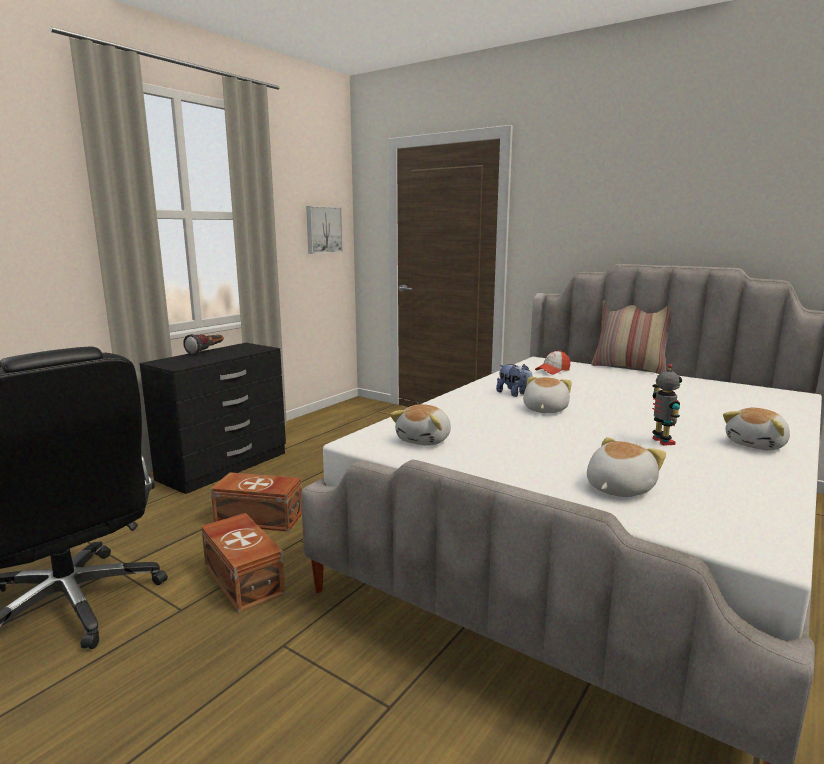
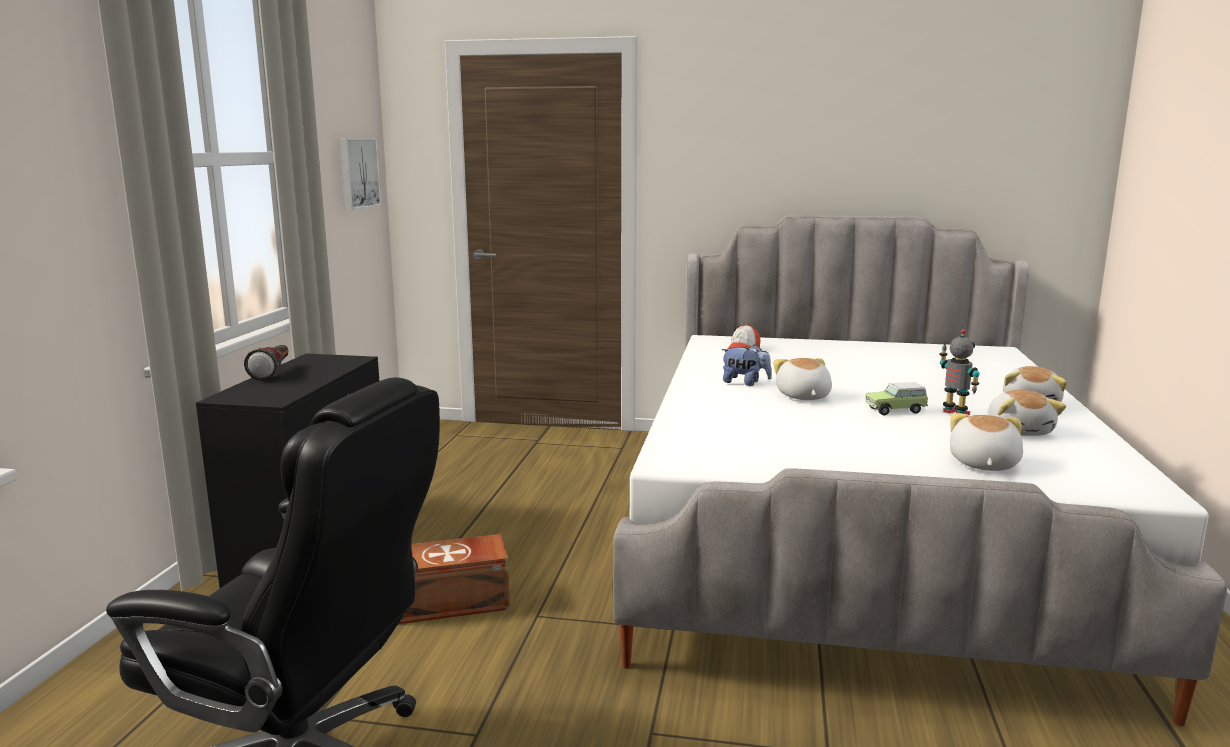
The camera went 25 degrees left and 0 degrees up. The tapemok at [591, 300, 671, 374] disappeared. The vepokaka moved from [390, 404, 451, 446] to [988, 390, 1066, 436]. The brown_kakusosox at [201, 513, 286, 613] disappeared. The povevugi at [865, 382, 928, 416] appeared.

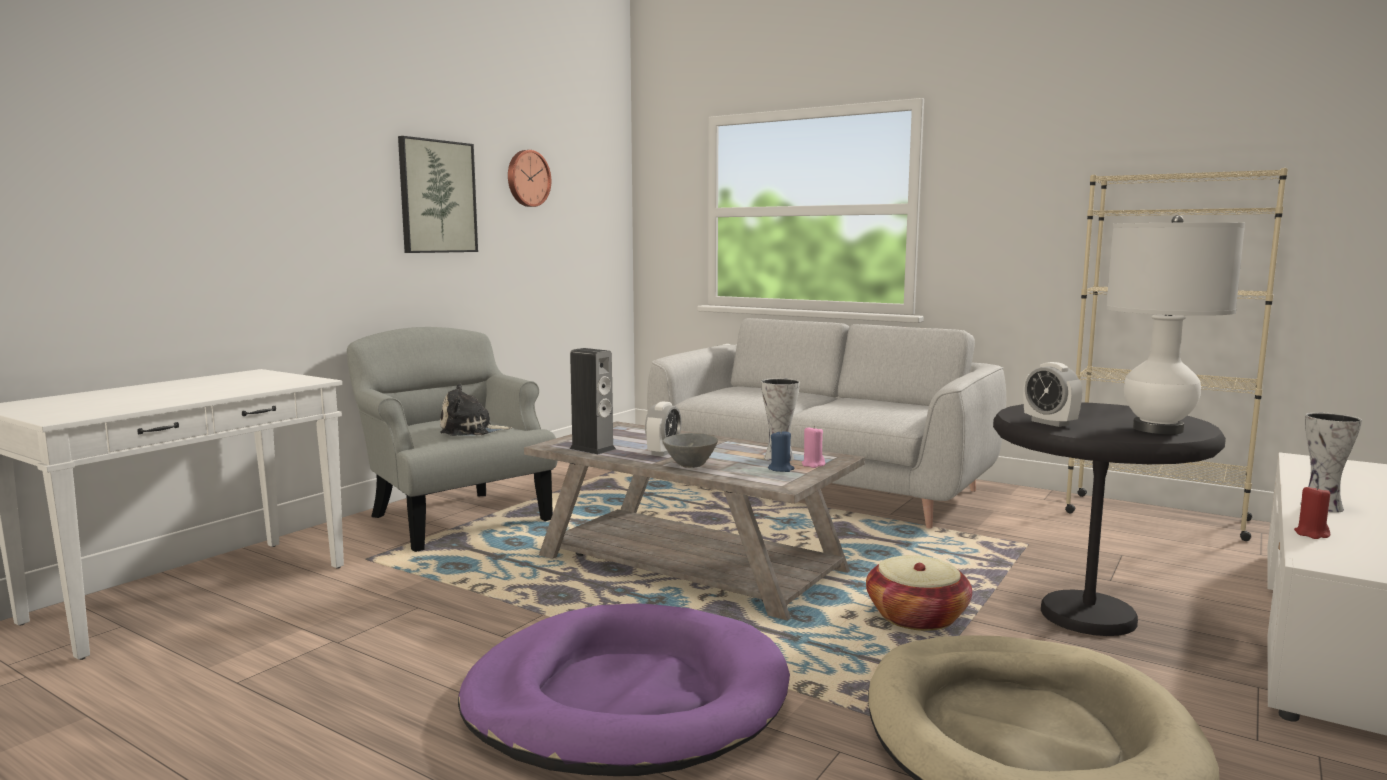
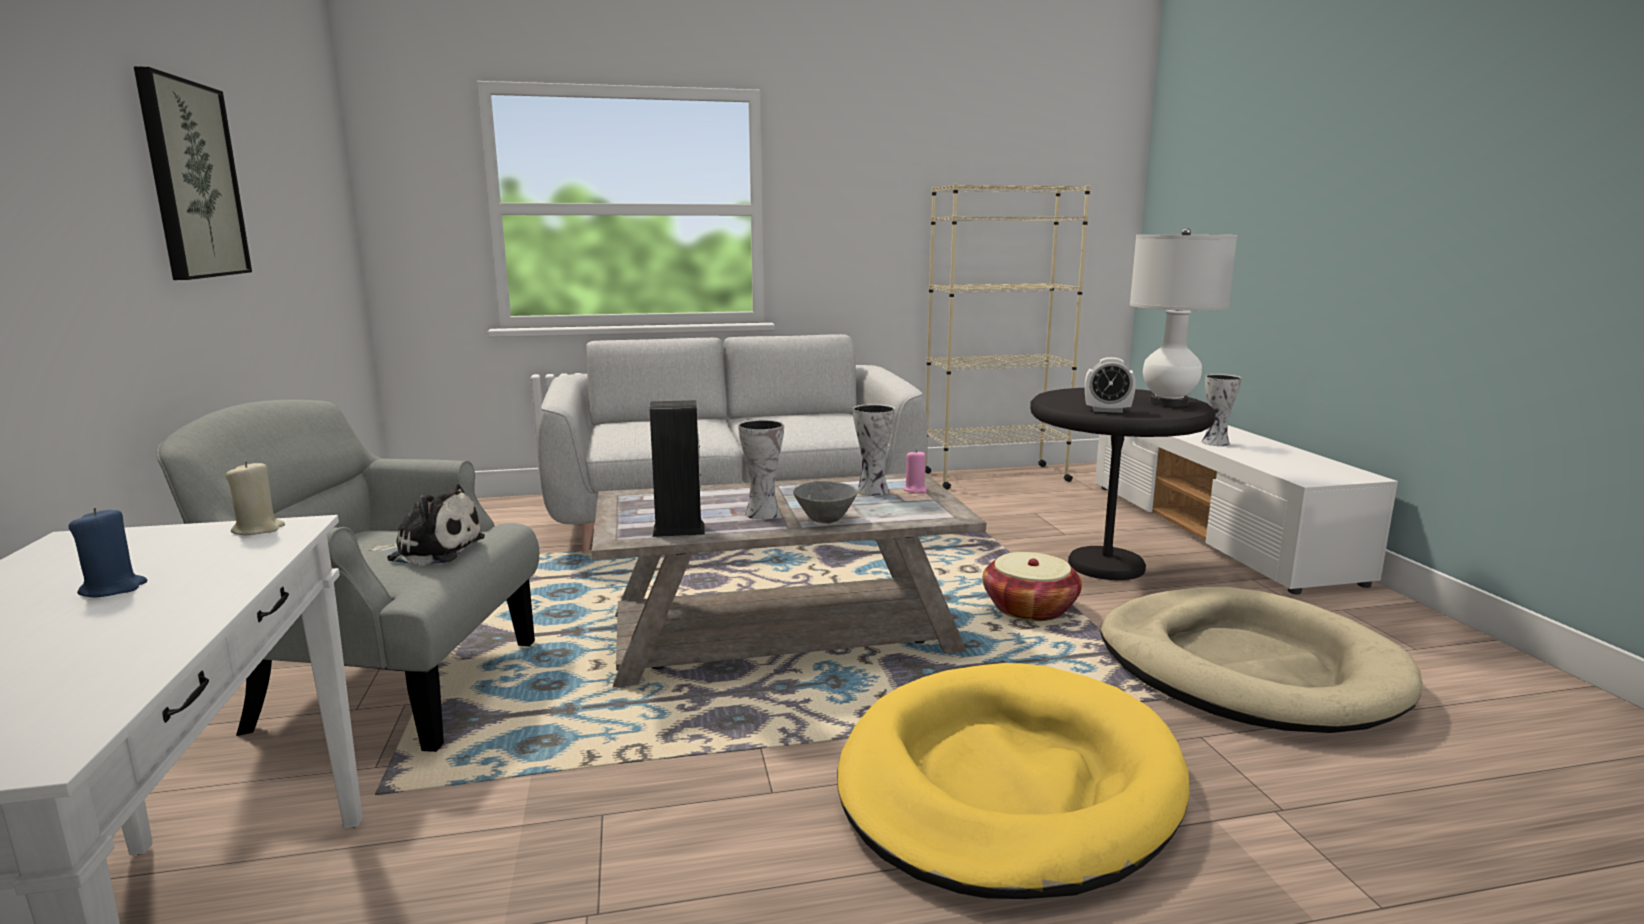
The camera went 45 degrees left and 5 degrees up. The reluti at [508, 150, 551, 207] disappeared. The vepokaka at [440, 384, 512, 436] turned 120 degrees counterclockwise. The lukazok at [645, 401, 681, 456] was replaced by the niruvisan at [738, 419, 784, 520]. The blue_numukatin moved from [768, 429, 794, 472] to [68, 508, 147, 597]. The red_numukatin at [1294, 485, 1330, 539] disappeared. The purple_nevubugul at [458, 603, 790, 776] became the yellow_nevubugul at [837, 663, 1190, 899]. The beige_numukatin at [225, 461, 285, 535] appeared.

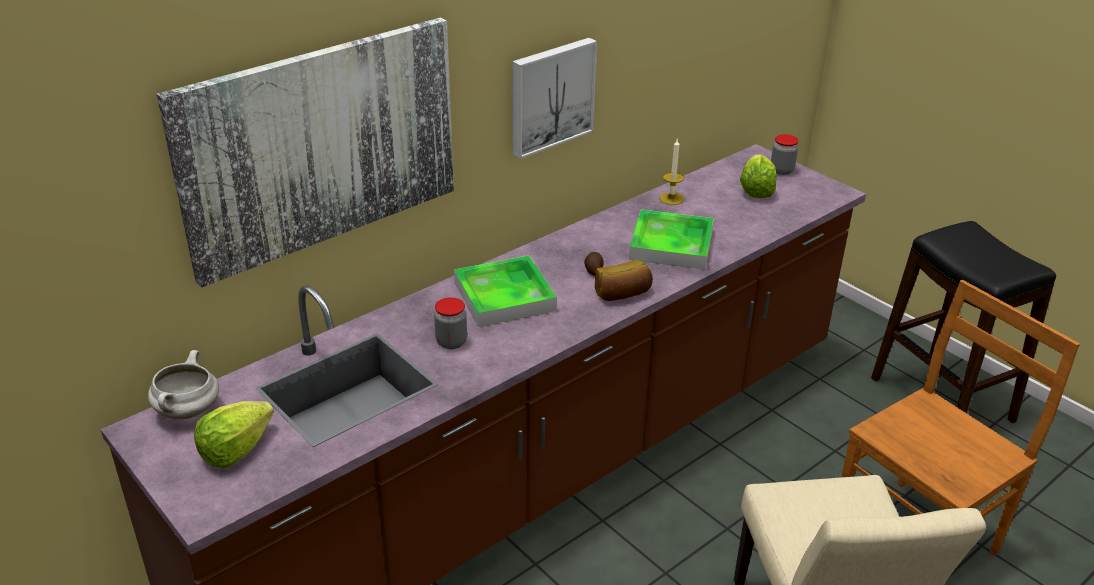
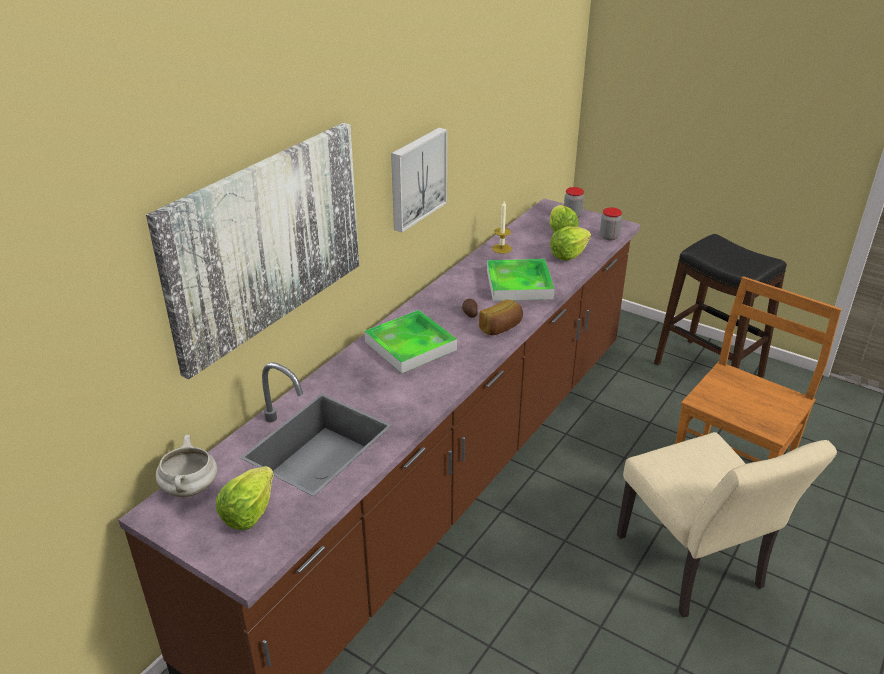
The camera went 15 degrees left and 0 degrees up. The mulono moved from [434, 297, 467, 349] to [600, 207, 622, 241]. The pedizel at [550, 227, 591, 261] appeared.

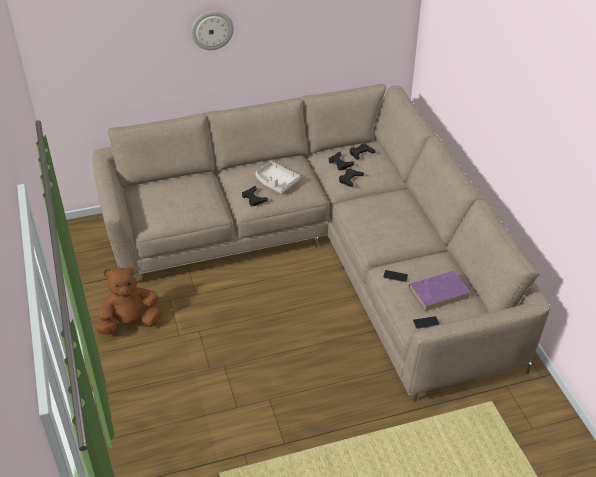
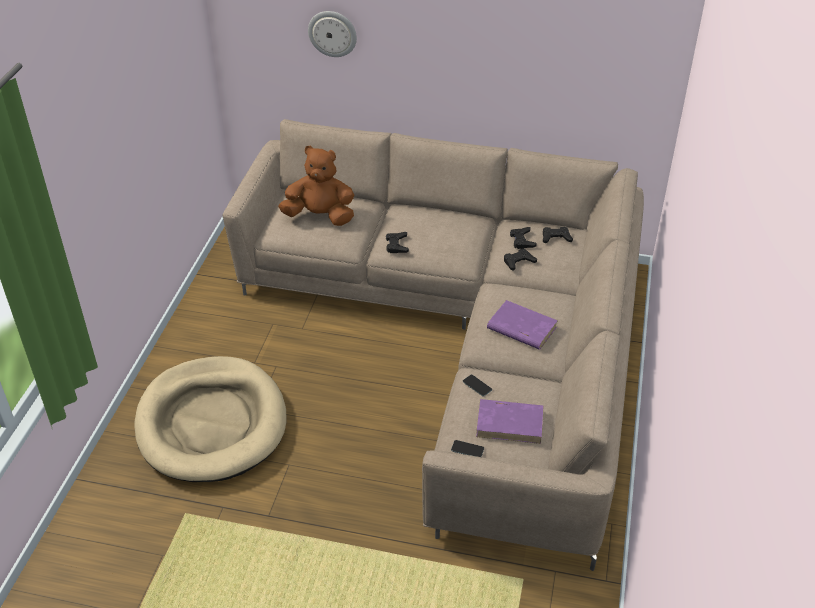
The camera went 30 degrees right and 0 degrees up. The reluti moved from [191, 11, 234, 50] to [308, 11, 357, 57]. The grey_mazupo at [256, 161, 300, 193] disappeared. The brown_vepokaka moved from [95, 266, 162, 335] to [278, 146, 354, 226]. The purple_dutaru at [487, 300, 558, 350] appeared. The beige_nevubugul at [134, 356, 287, 482] appeared.

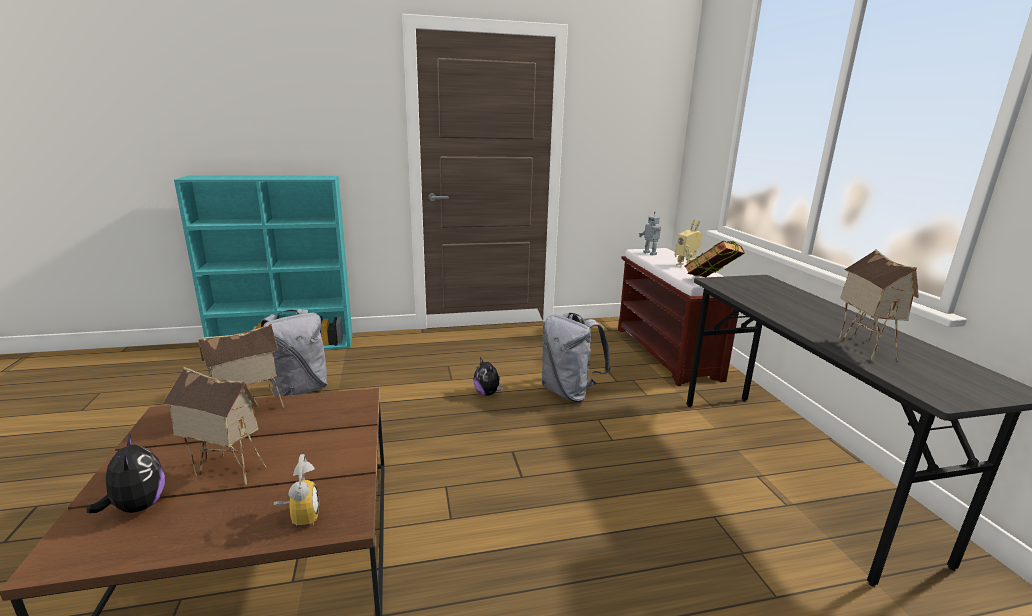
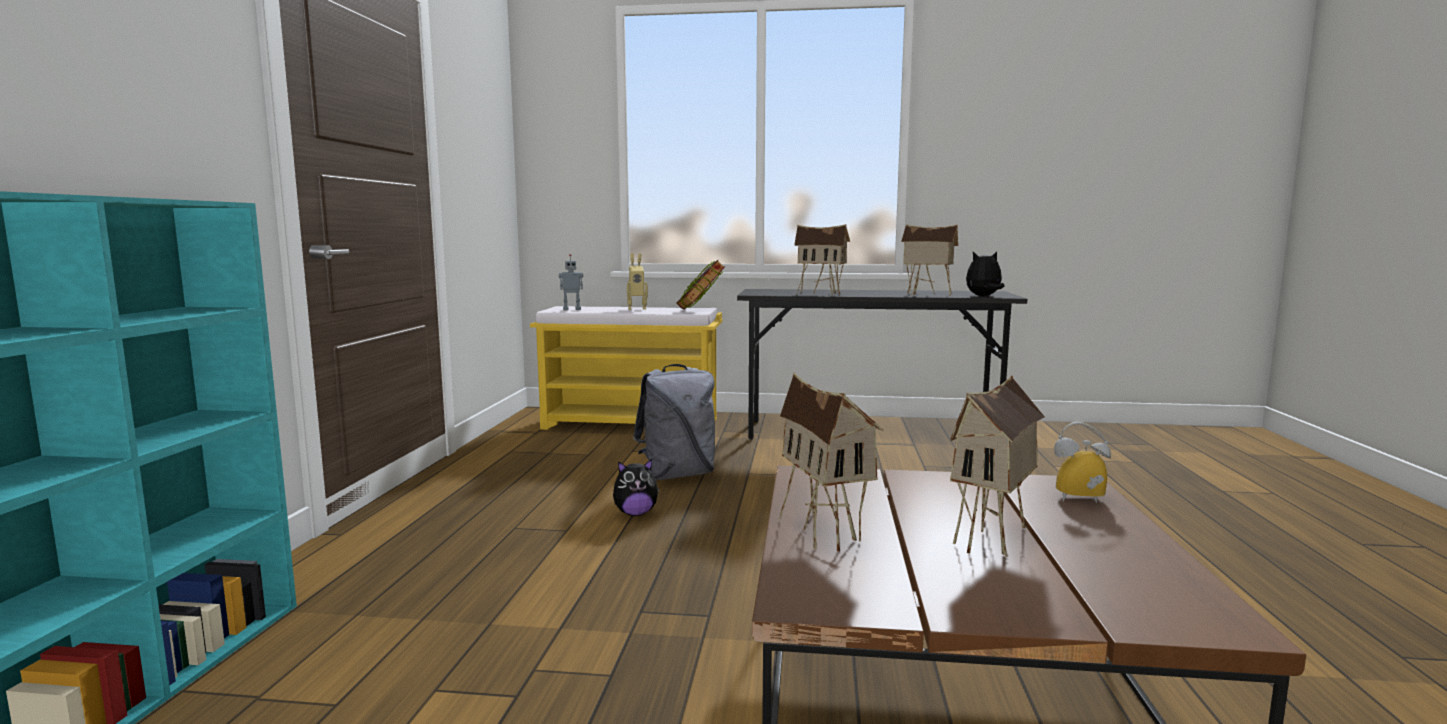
The camera went 70 degrees left and 10 degrees down. The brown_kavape at [618, 248, 738, 386] became the yellow_kavape at [530, 306, 723, 430]. The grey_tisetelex at [261, 309, 328, 396] disappeared. The vepokaka moved from [87, 433, 165, 513] to [966, 251, 1005, 296]. The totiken at [794, 224, 850, 295] appeared.

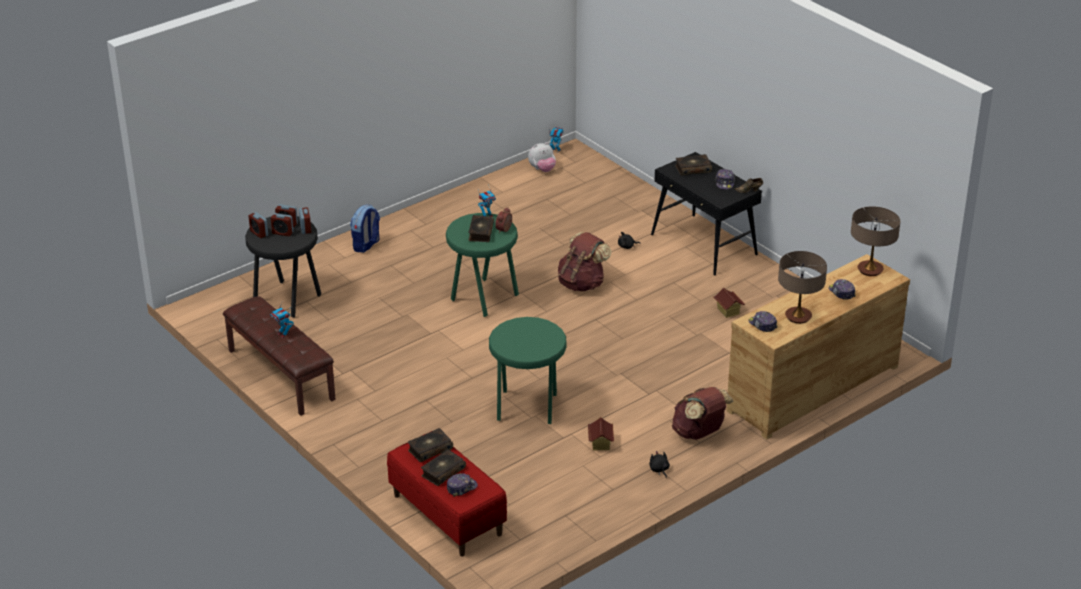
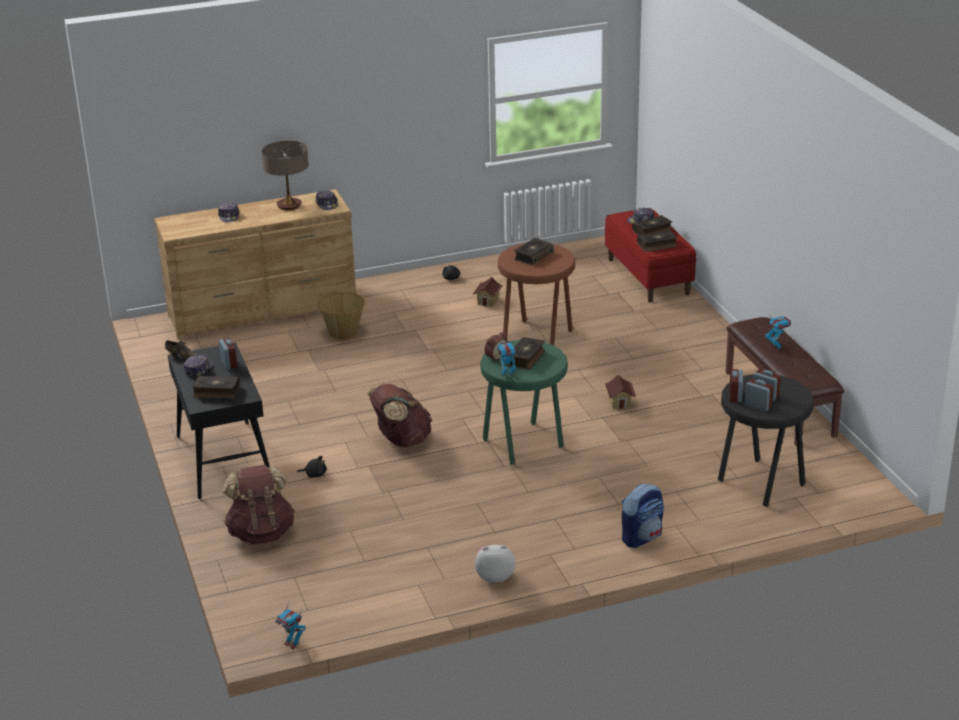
The camera went 160 degrees left and 5 degrees down. The vepokaka moved from [528, 142, 556, 172] to [475, 545, 515, 583]. The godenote at [851, 206, 900, 276] disappeared. The lukazok moved from [249, 212, 268, 238] to [219, 338, 237, 370]. The totiken moved from [713, 288, 745, 318] to [605, 375, 636, 409]. The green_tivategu at [489, 317, 567, 424] became the brown_tivategu at [498, 243, 575, 346]. The brown_tisetelex moved from [672, 387, 734, 440] to [223, 465, 295, 544]. The dutaru at [514, 238, 554, 265] appeared. The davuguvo at [317, 292, 365, 340] appeared.

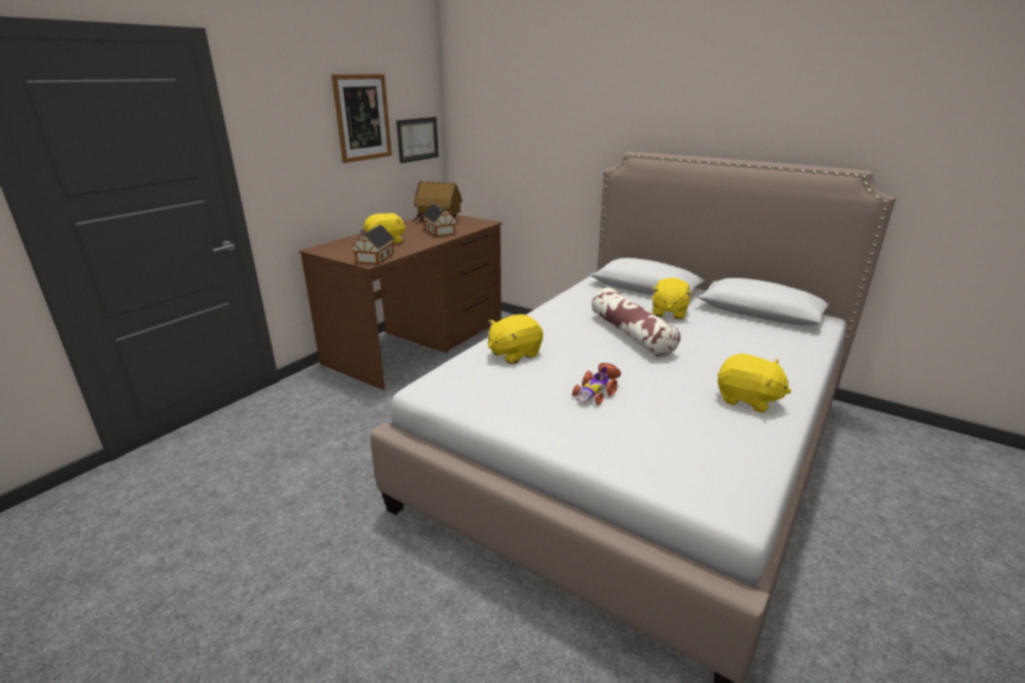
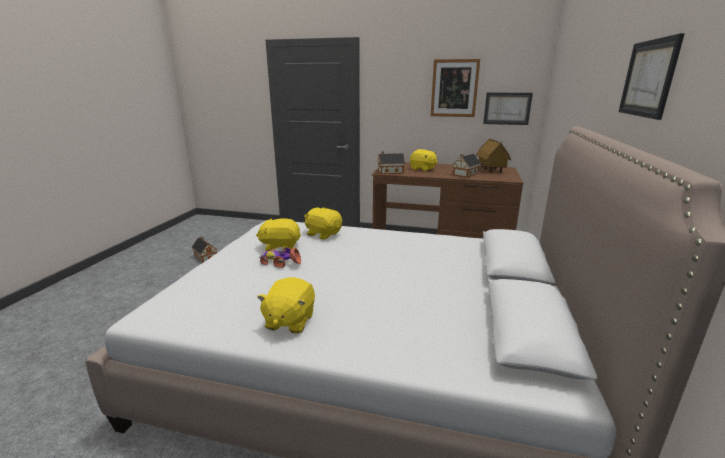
The camera went 70 degrees right and 5 degrees down. The yellow_vepokaka moved from [651, 278, 693, 319] to [256, 218, 301, 251]. The tapemok at [592, 287, 681, 358] disappeared. The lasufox at [619, 33, 685, 120] appeared. The totiken at [192, 236, 218, 262] appeared.

